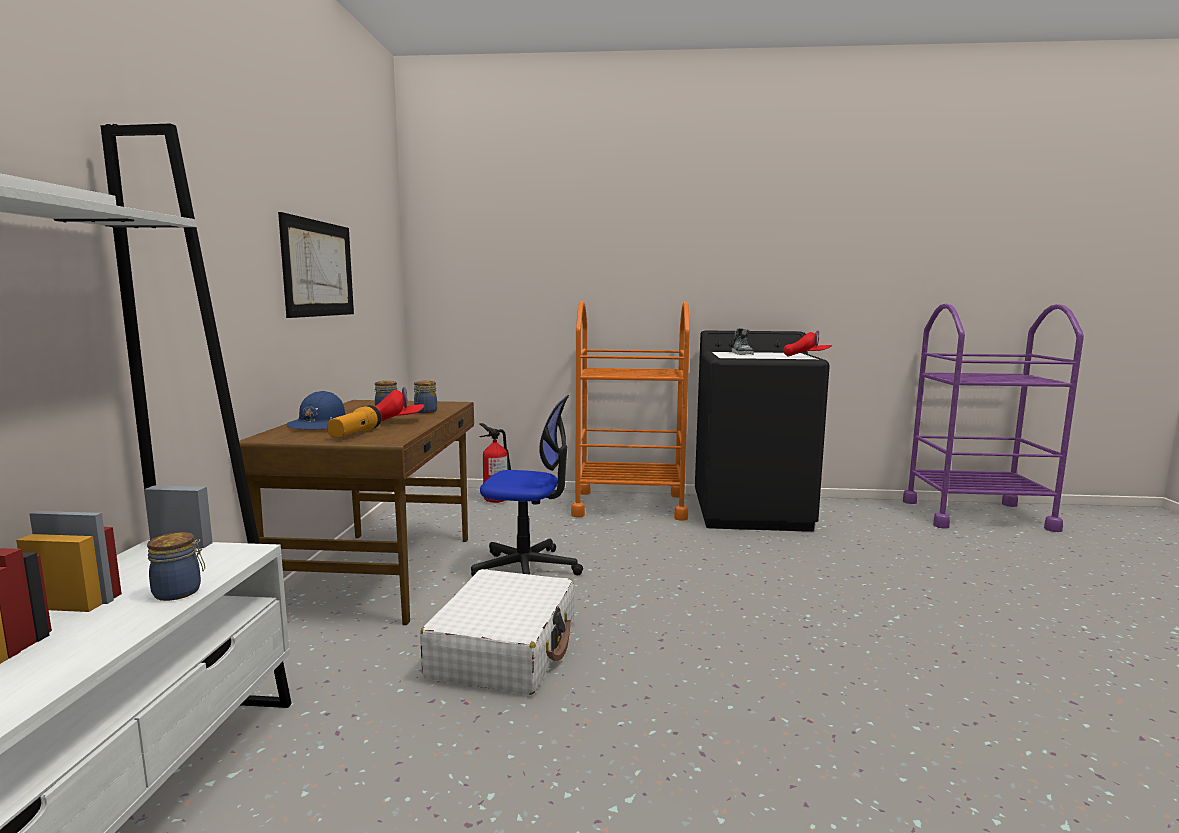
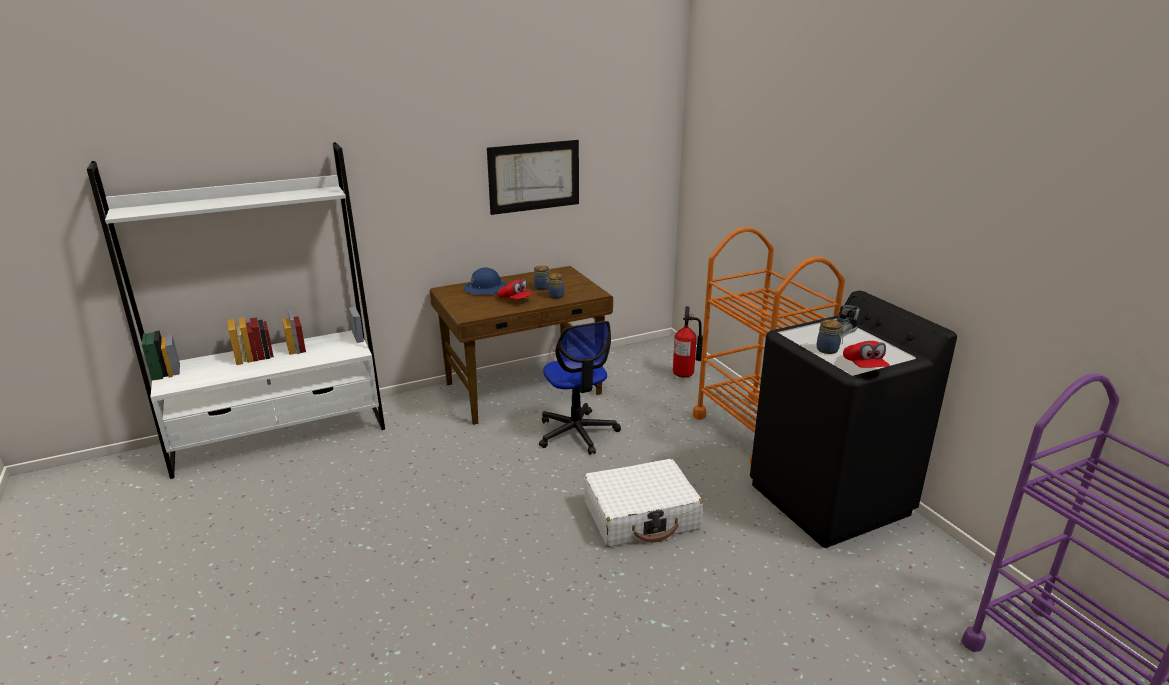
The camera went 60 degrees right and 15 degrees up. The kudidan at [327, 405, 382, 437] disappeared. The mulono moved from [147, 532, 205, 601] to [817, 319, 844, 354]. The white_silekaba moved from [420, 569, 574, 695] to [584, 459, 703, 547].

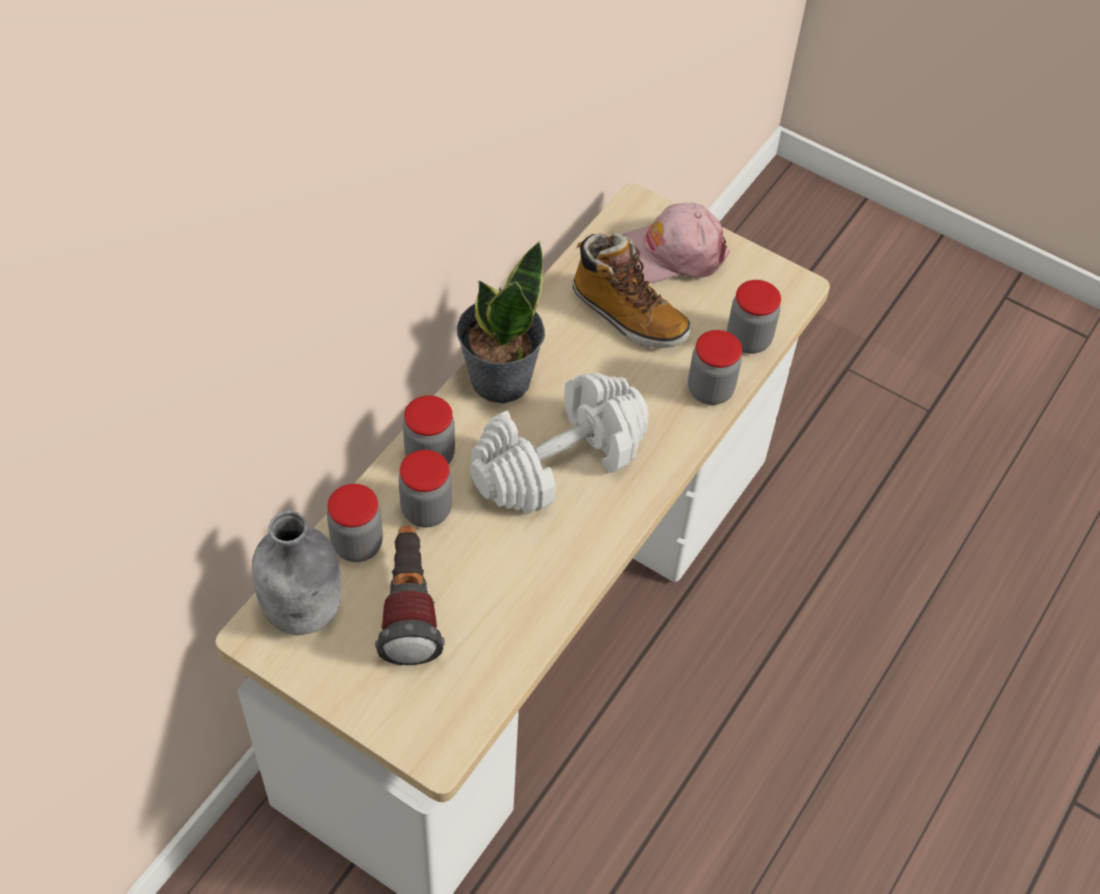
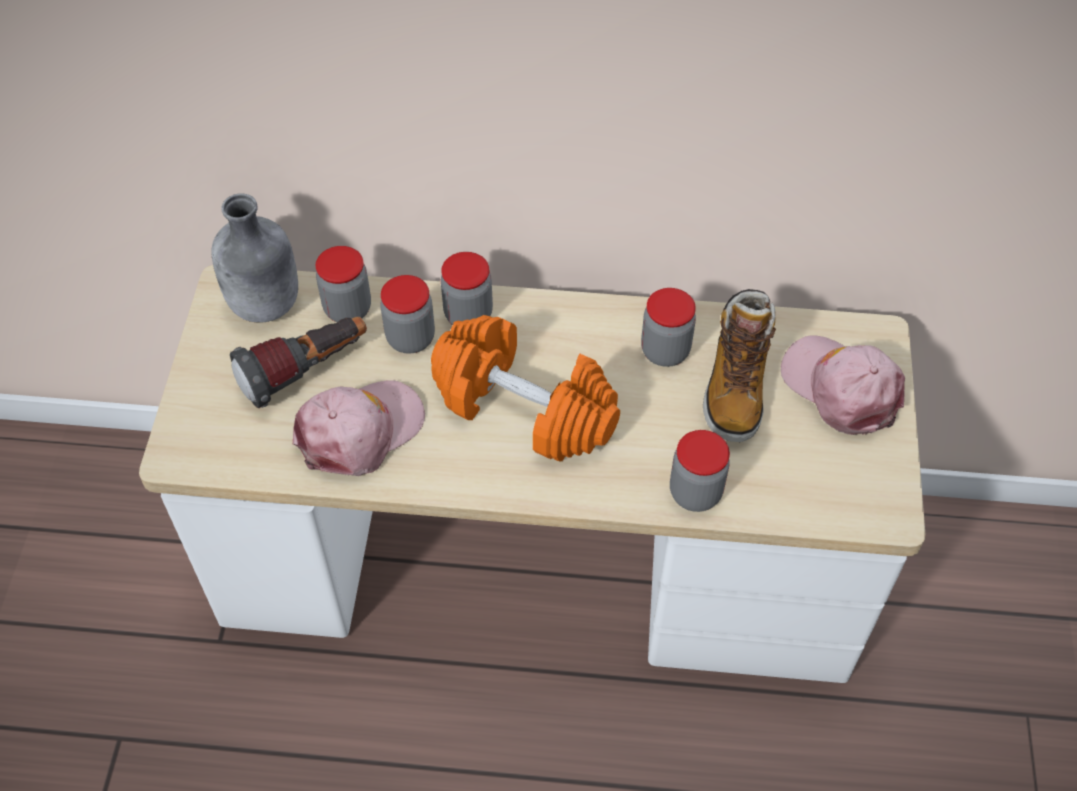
The camera went 65 degrees right and 0 degrees up. The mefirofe at [457, 240, 545, 403] disappeared. The mulono moved from [727, 280, 781, 354] to [641, 288, 696, 367]. The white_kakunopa at [470, 373, 648, 514] became the orange_kakunopa at [431, 315, 620, 461]. The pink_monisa at [293, 380, 425, 476] appeared.

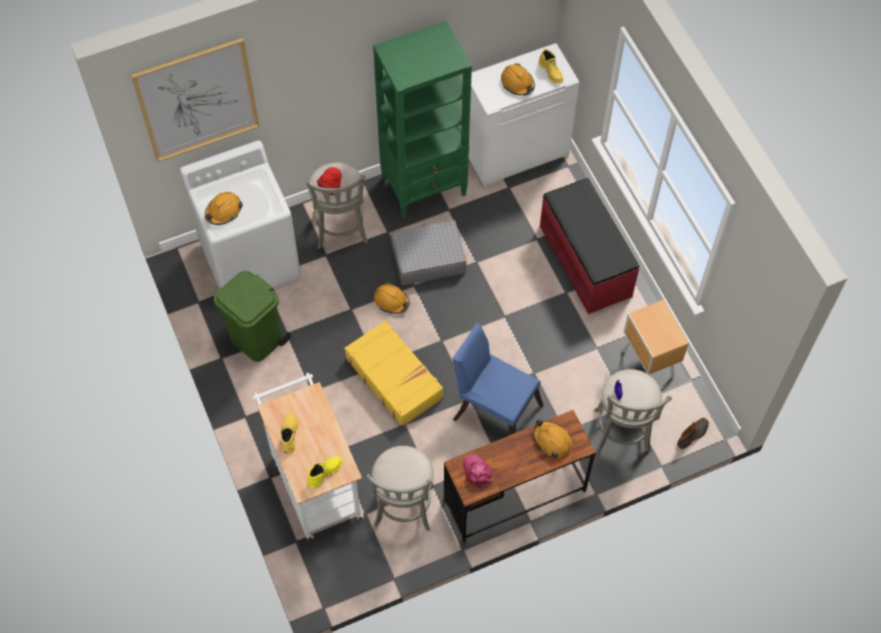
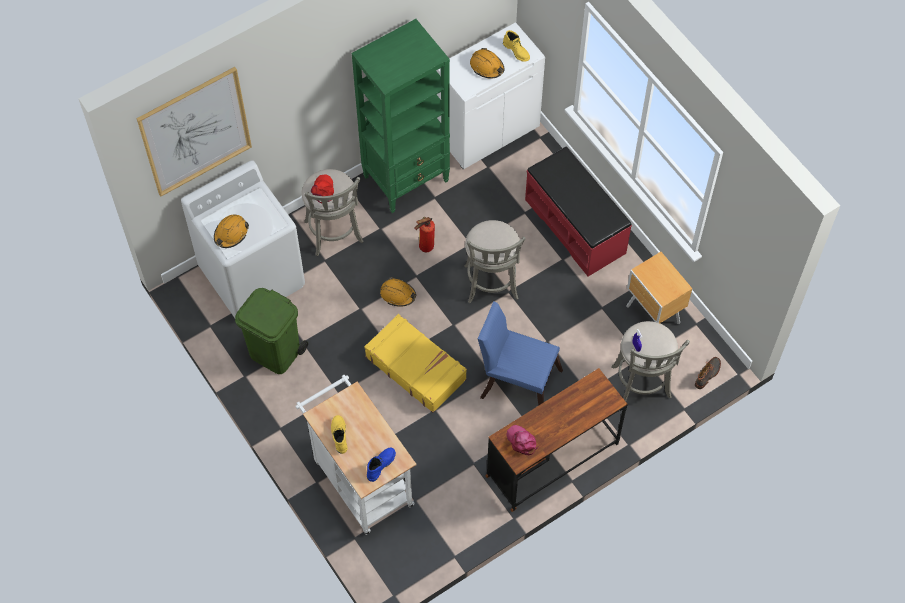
The camera went 10 degrees left and 0 degrees up. The grey_silekaba at [391, 220, 467, 285] was replaced by the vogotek at [414, 217, 435, 252]. The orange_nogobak at [533, 419, 572, 458] disappeared. The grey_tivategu moved from [366, 446, 434, 531] to [464, 220, 526, 303]. The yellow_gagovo at [308, 456, 343, 488] became the blue_gagovo at [367, 448, 396, 482].

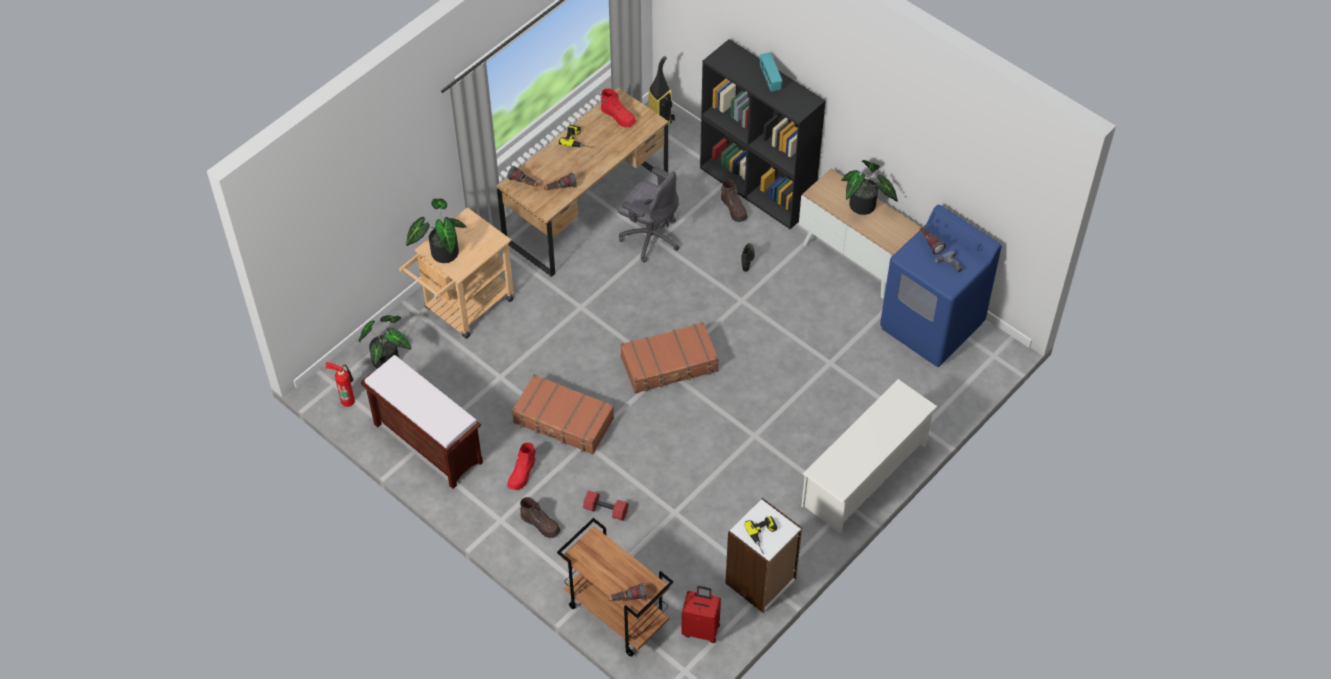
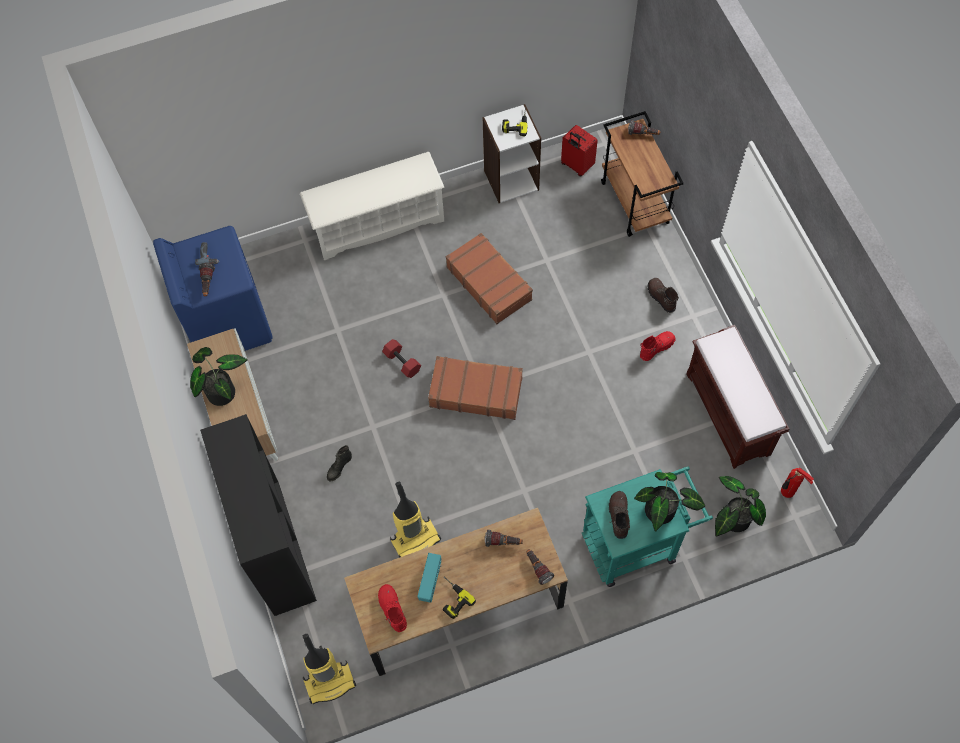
The camera went 150 degrees left and 10 degrees up. The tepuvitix moved from [760, 52, 782, 92] to [417, 553, 441, 603]. The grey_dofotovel at [618, 167, 680, 263] was replaced by the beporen at [390, 481, 441, 558]. The brown_gagovo moved from [721, 180, 747, 222] to [609, 491, 630, 539]. The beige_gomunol at [399, 207, 514, 339] became the turquoise_gomunol at [582, 467, 713, 587]. The brown_silekaba moved from [512, 374, 614, 454] to [446, 233, 533, 324]. The red_kakunopa moved from [583, 490, 629, 521] to [382, 339, 421, 378].

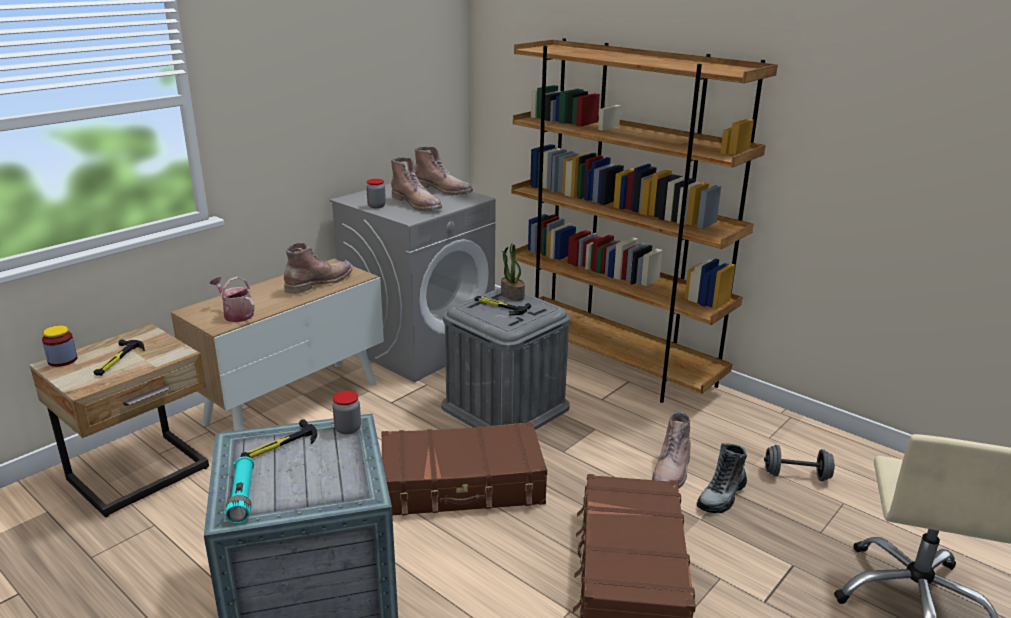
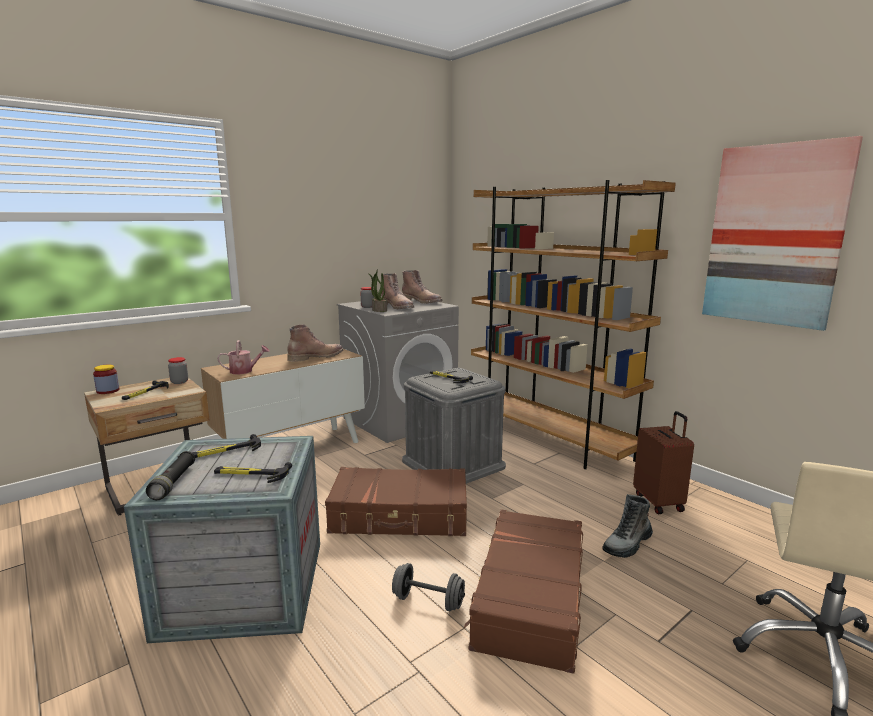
The camera went 10 degrees right and 10 degrees down. The mefirofe moved from [501, 243, 525, 301] to [368, 269, 387, 312]. The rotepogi at [210, 276, 255, 322] turned 120 degrees clockwise. The mulono moved from [332, 391, 361, 435] to [168, 357, 188, 384]. The brown_gagovo at [652, 412, 691, 489] disappeared. The grey_kakunopa moved from [764, 445, 835, 481] to [392, 563, 465, 611]. The turquoise_kudidan at [225, 456, 254, 524] became the black_kudidan at [146, 451, 195, 500]. The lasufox at [702, 136, 863, 331] appeared. The brown_silekaba at [633, 411, 694, 514] appeared. The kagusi at [214, 462, 292, 483] appeared.

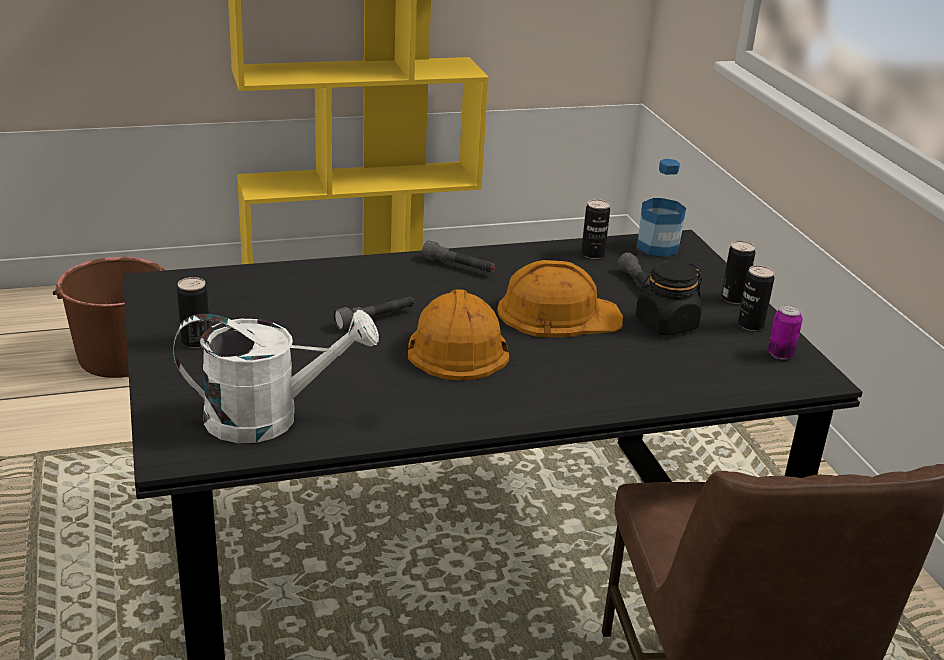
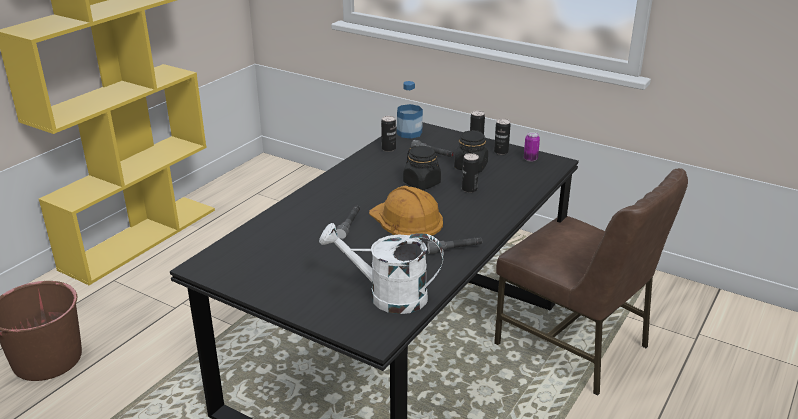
The camera went 40 degrees left and 0 degrees up. The grey_kudidan moved from [422, 240, 495, 272] to [426, 237, 482, 254]. The orange_nogobak at [497, 260, 623, 337] was replaced by the black_mulono at [403, 146, 441, 190]. The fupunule moved from [177, 277, 210, 348] to [462, 153, 479, 193]. The white_rotepogi at [173, 310, 379, 443] turned 120 degrees counterclockwise.

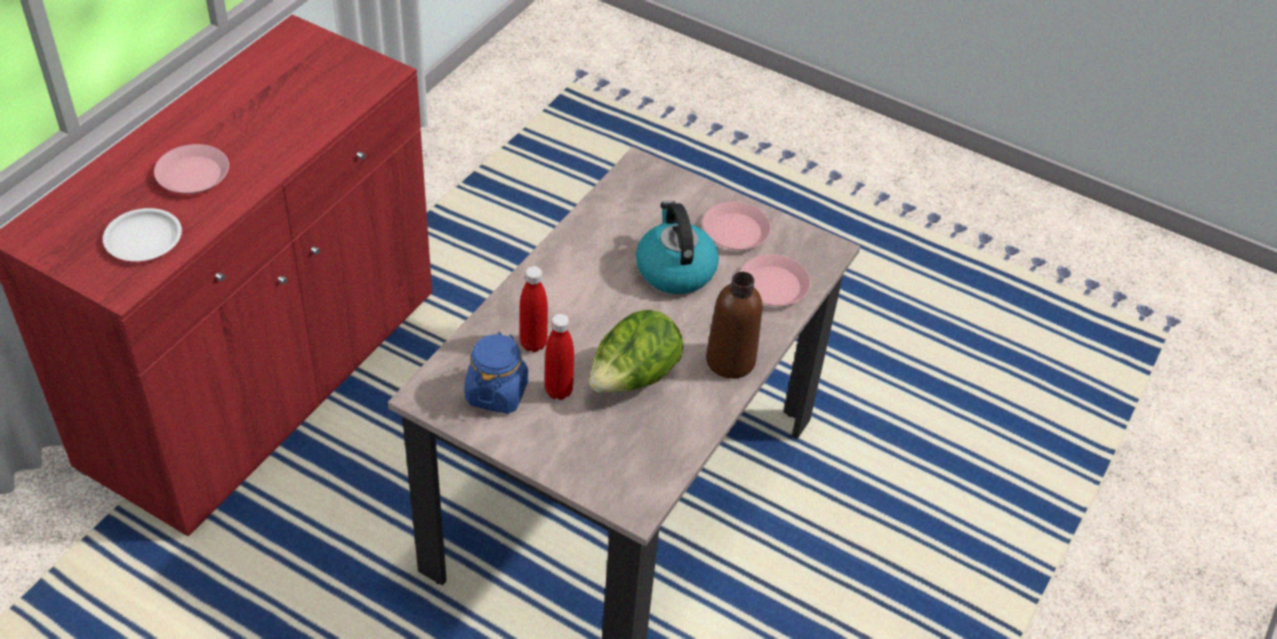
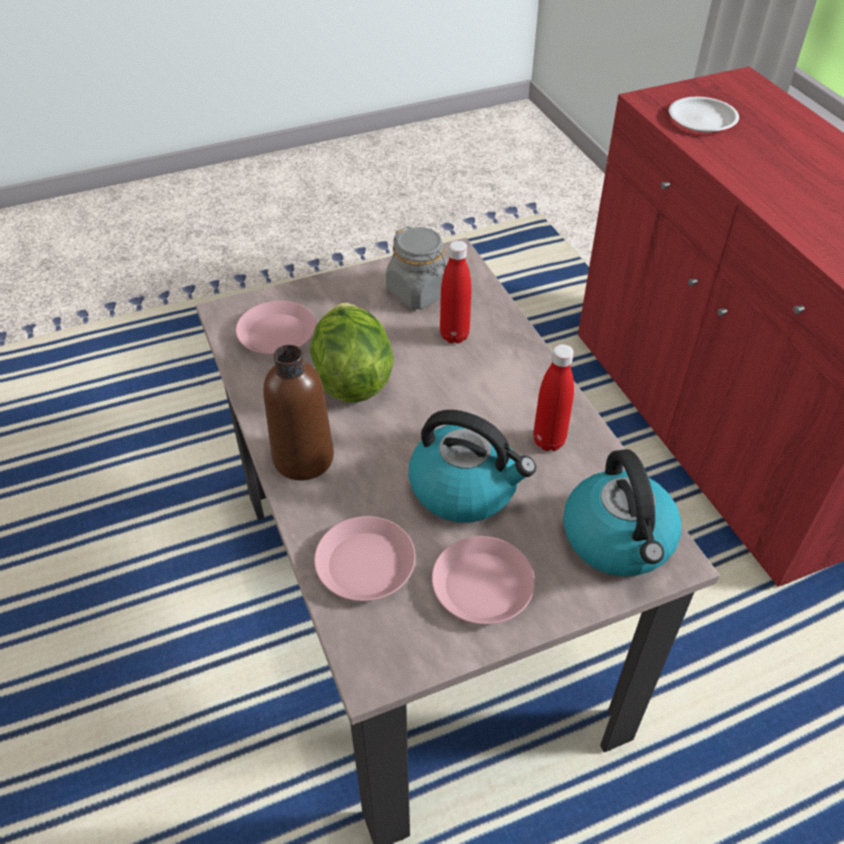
The camera went 130 degrees right and 0 degrees up. The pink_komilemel moved from [154, 144, 229, 194] to [236, 301, 316, 355]. The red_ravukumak moved from [545, 314, 574, 400] to [533, 344, 574, 451]. The blue_mulono at [464, 332, 528, 414] became the grey_mulono at [386, 226, 448, 309]. The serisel at [563, 449, 681, 577] appeared.

